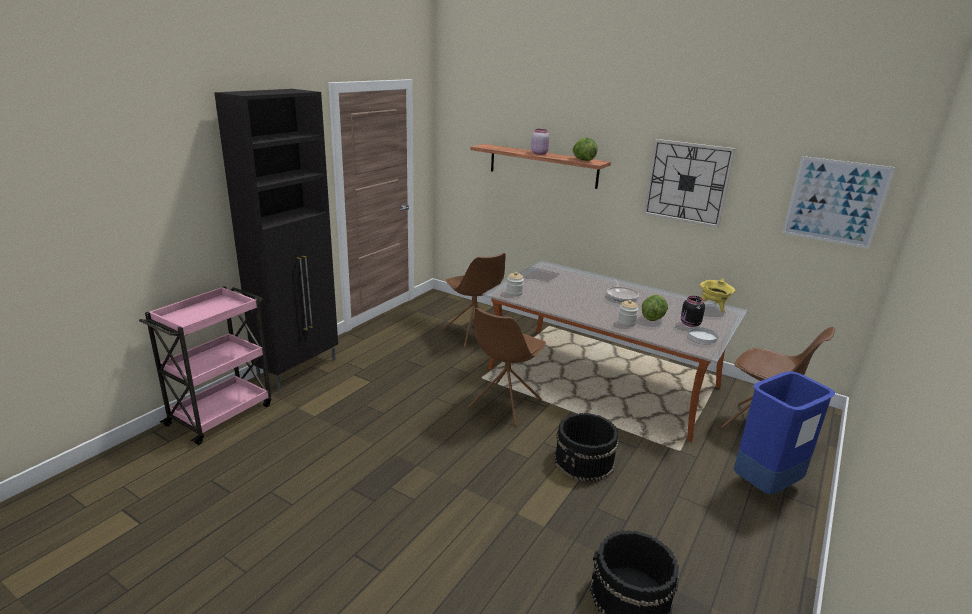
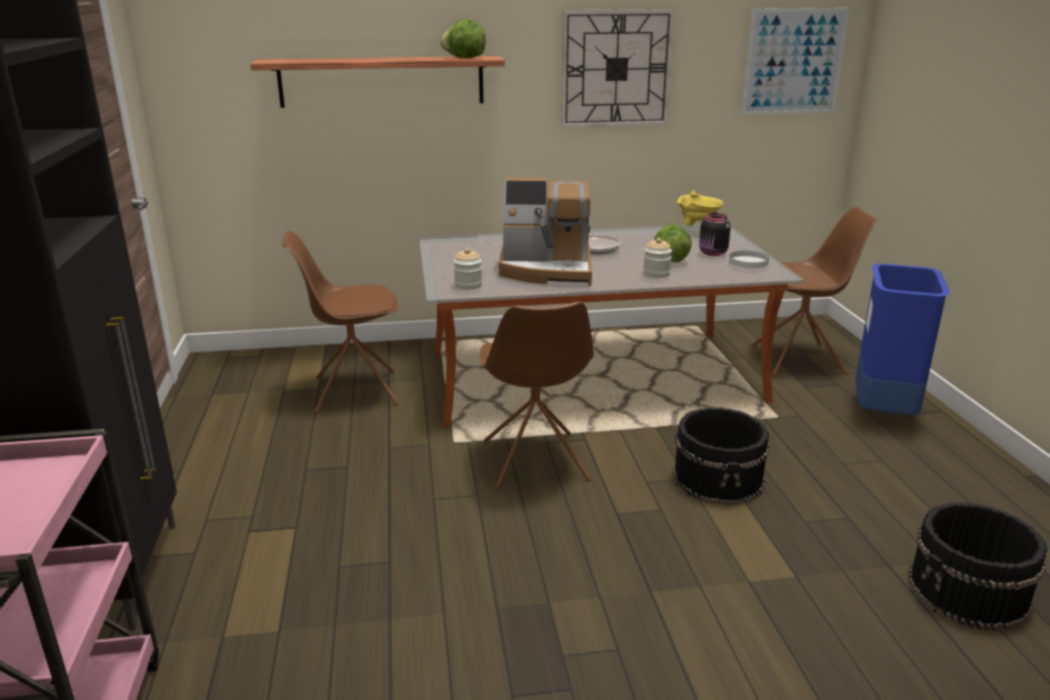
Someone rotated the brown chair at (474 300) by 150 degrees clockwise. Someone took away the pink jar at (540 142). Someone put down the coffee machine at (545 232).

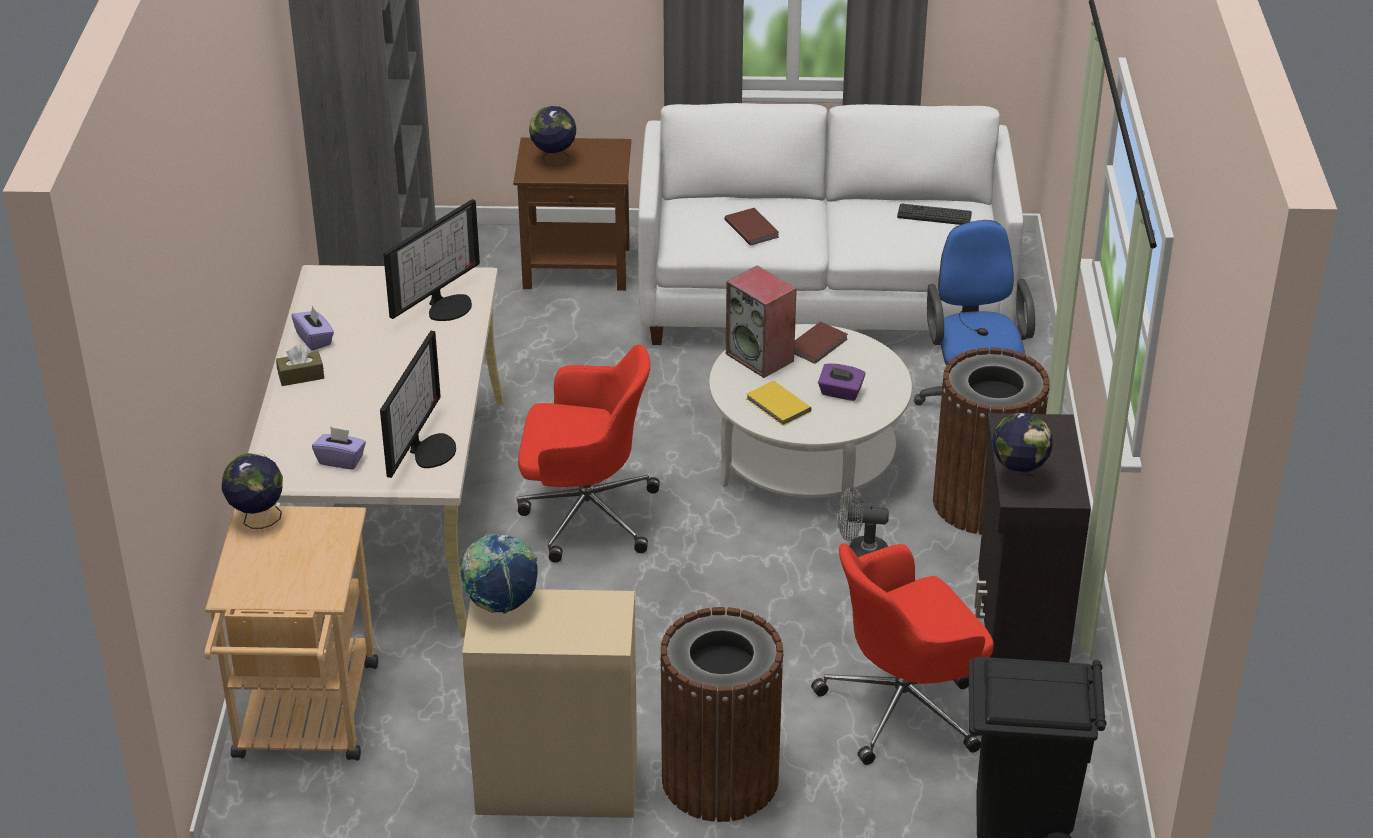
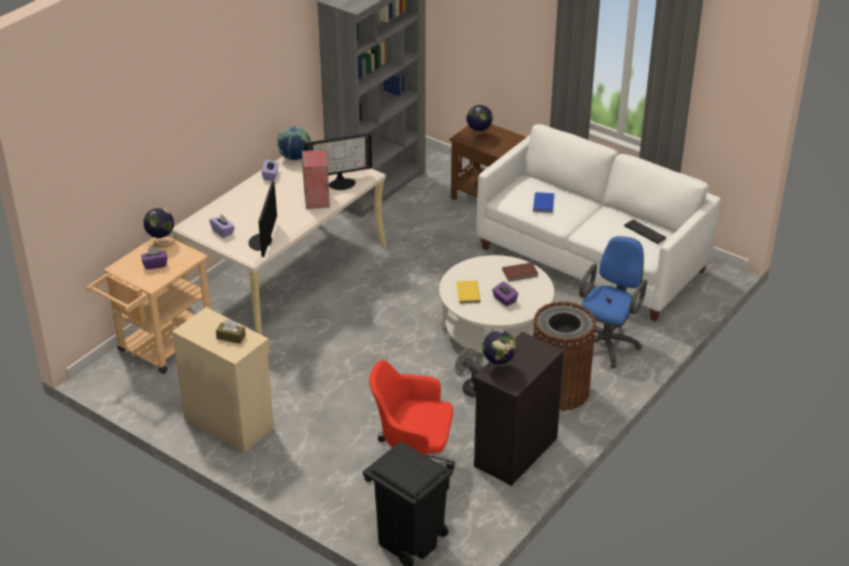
Someone carried the brown tissue box from (300 365) to (231 332). Someone rotated the monitor at (418 404) by 135 degrees clockwise. Someone carried the globe from (499 574) to (294 143). Someone took away the red office chair at (588 453). Someone took away the brown trash can at (721 714). Someone repainted the brown book at (751 227), which became the blue book at (543 202). Someone carried the speaker from (761 321) to (316 179). Someone put down the purple tissue box at (154 258).

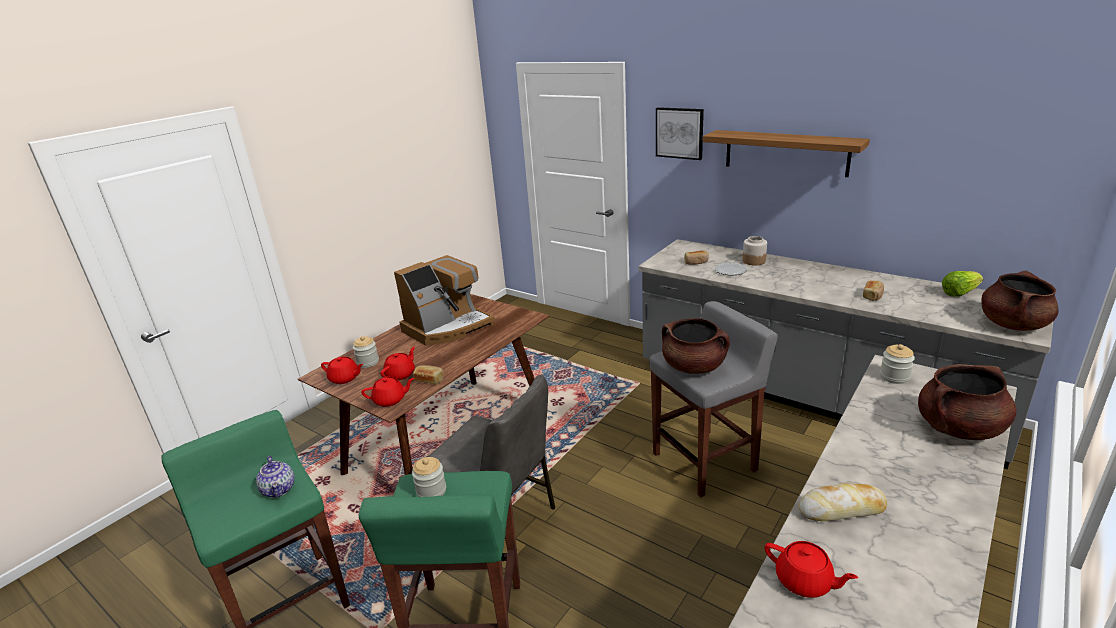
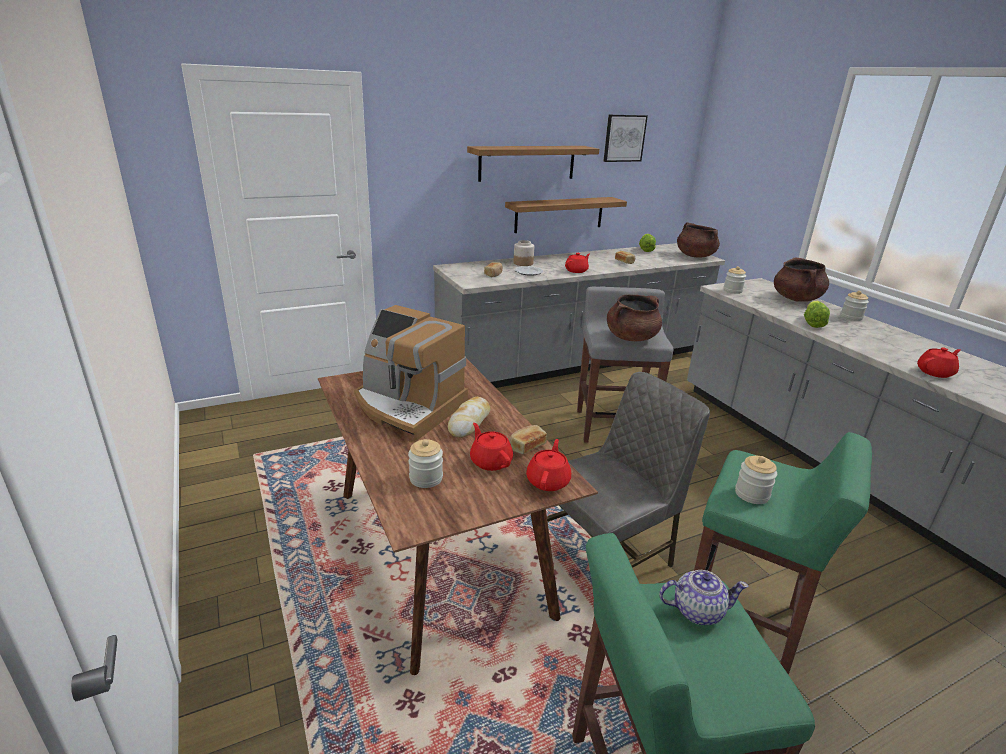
Someone carried the red teapot from (342 370) to (577 263). Someone rotated the coffee machine at (444 300) by 135 degrees clockwise. Someone carried the picture from (680 133) to (625 138). Someone carried the bread from (843 502) to (469 417). Someone put up the shelf at (566 215). Someone put down the lettuce at (817 314). Someone put down the jar at (854 306).

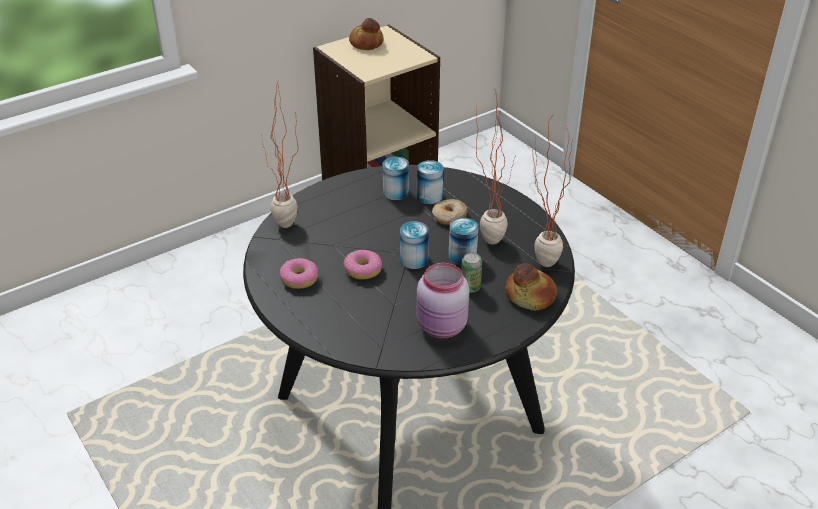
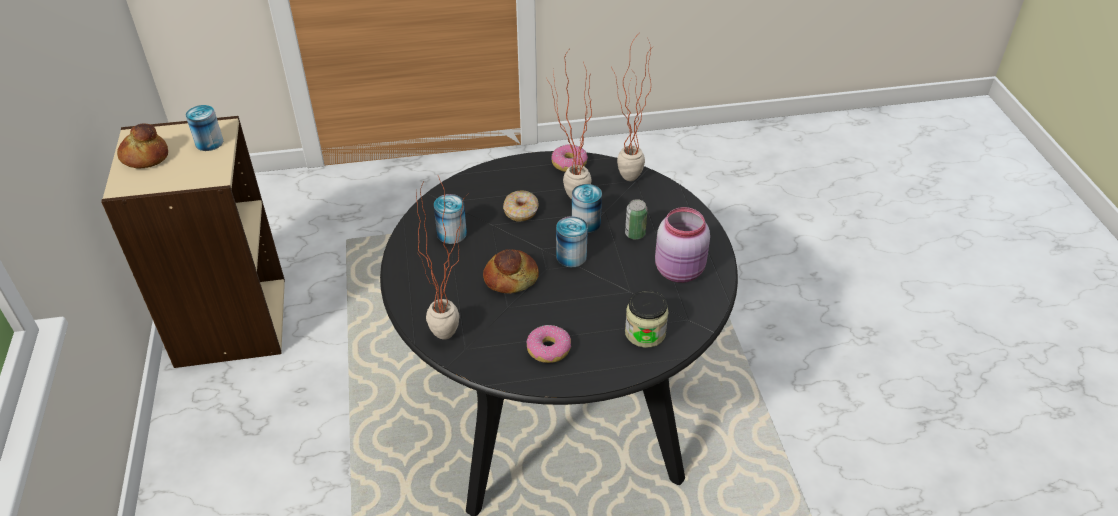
Someone carried the donut from (362 265) to (569 158). Someone carried the can from (430 182) to (204 128). Someone carried the bread from (531 287) to (511 271). Someone put down the jar at (647 319).

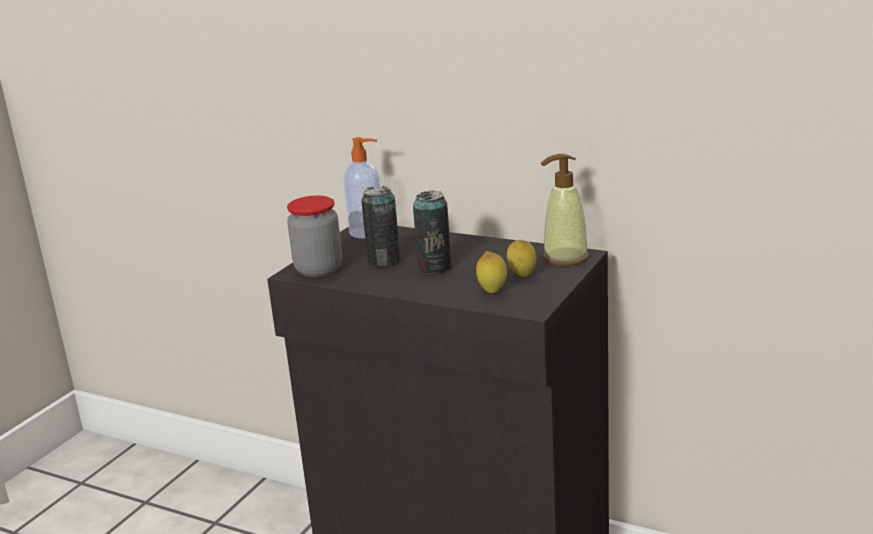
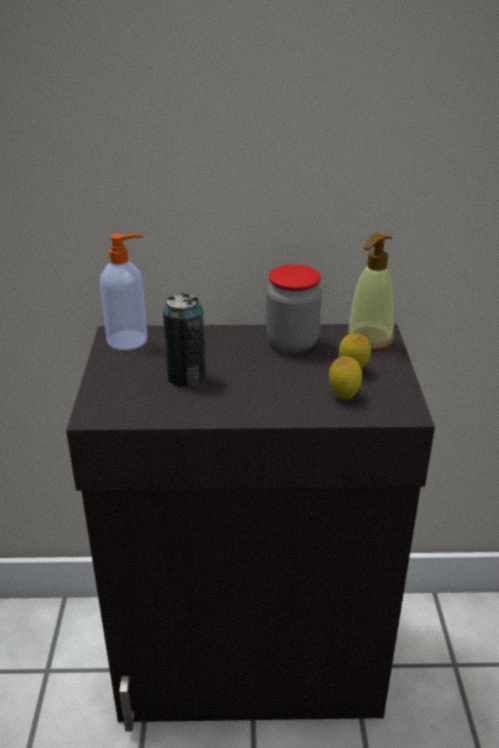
Someone carried the jar from (314 236) to (294 309). Someone took away the can at (432 232).

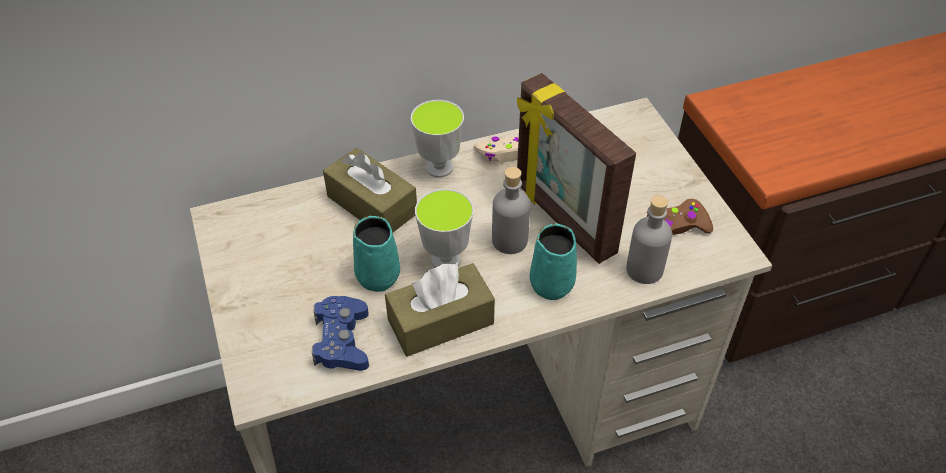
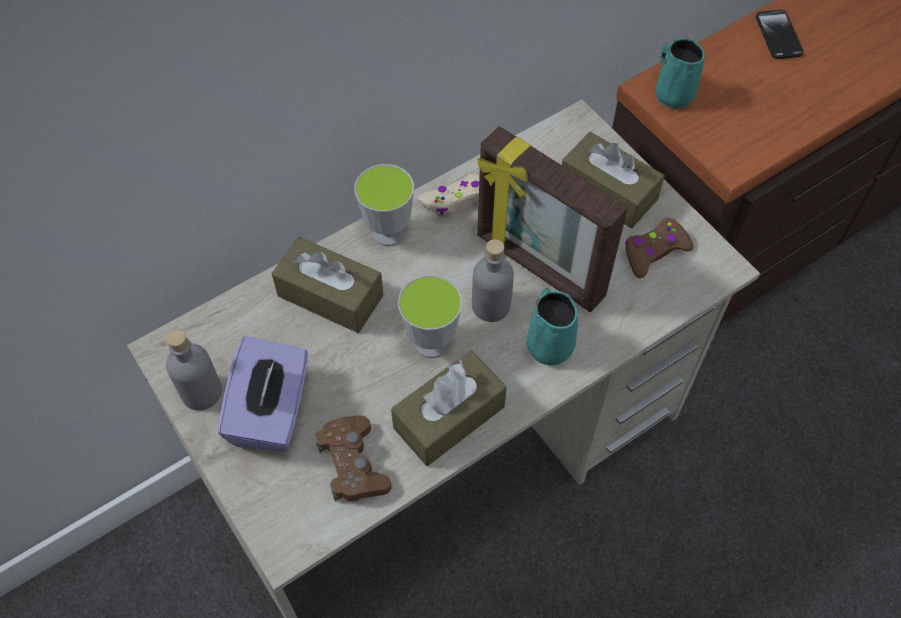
Someone repainted the blue game controller at (340 333), which became the brown game controller at (353 458). Someone carried the turquoise mug from (376 254) to (680 73). Someone carried the grey bottle from (649 239) to (194 369). Someone put down the purple tissue box at (263 394). Someone put down the brown tissue box at (613 180). Someone put down the phone at (779 34).

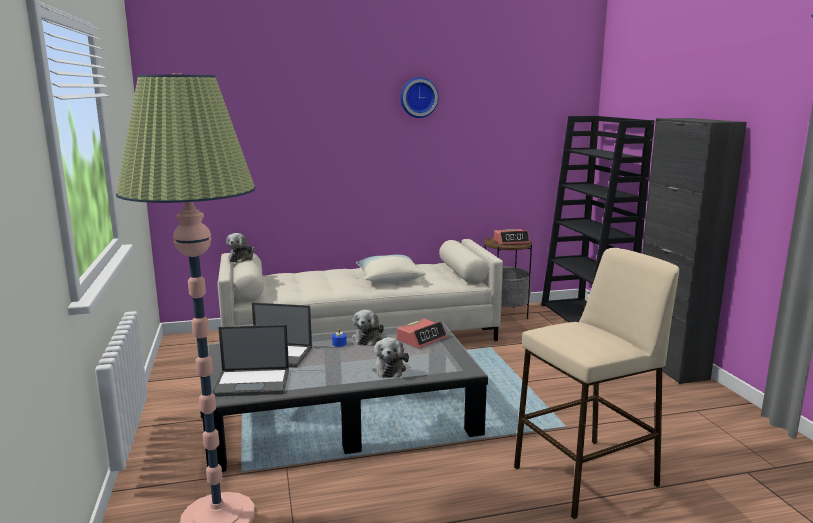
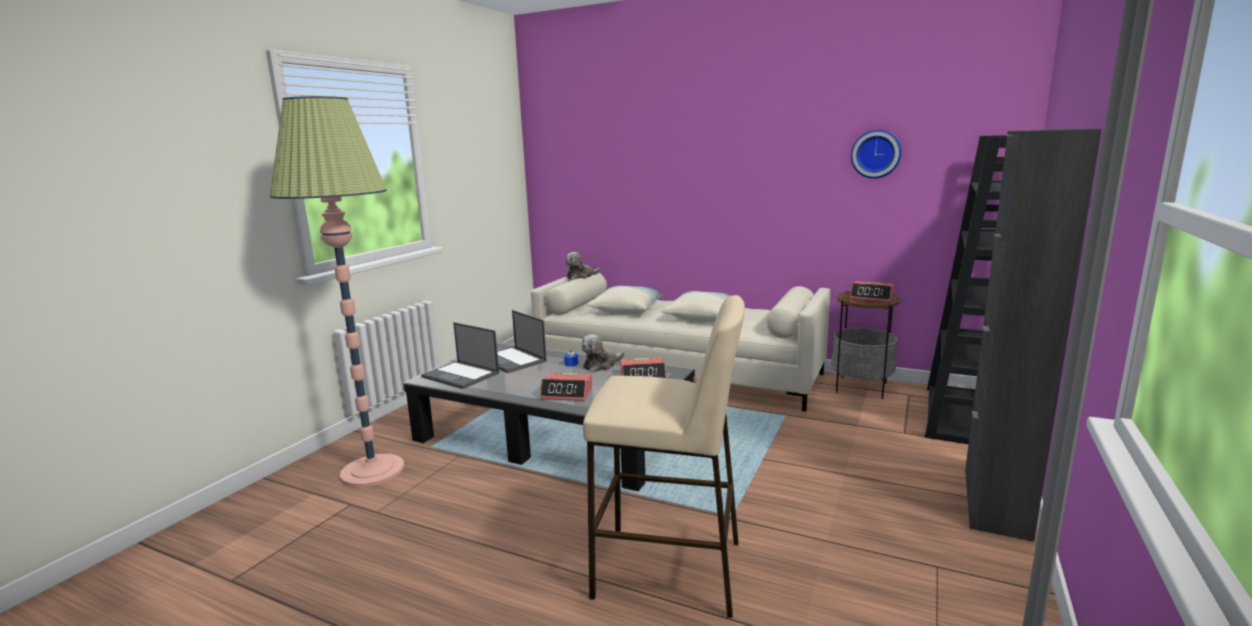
Someone swapped the plush toy at (390 357) for the alarm clock at (566 387). Someone carried the wall clock from (419 97) to (876 154). Someone put down the pillow at (625 300).

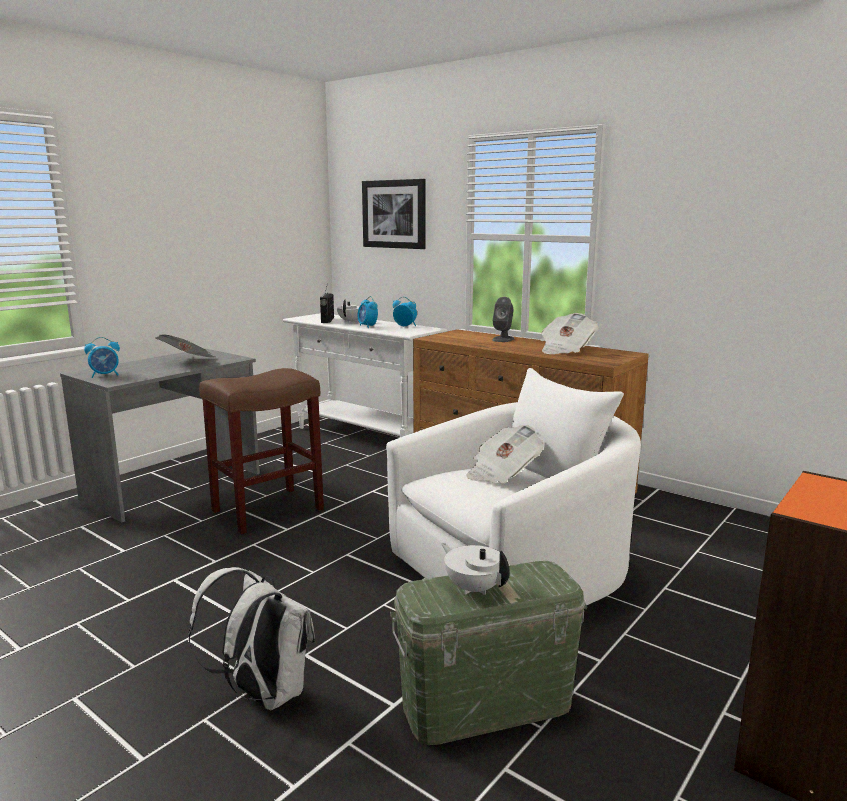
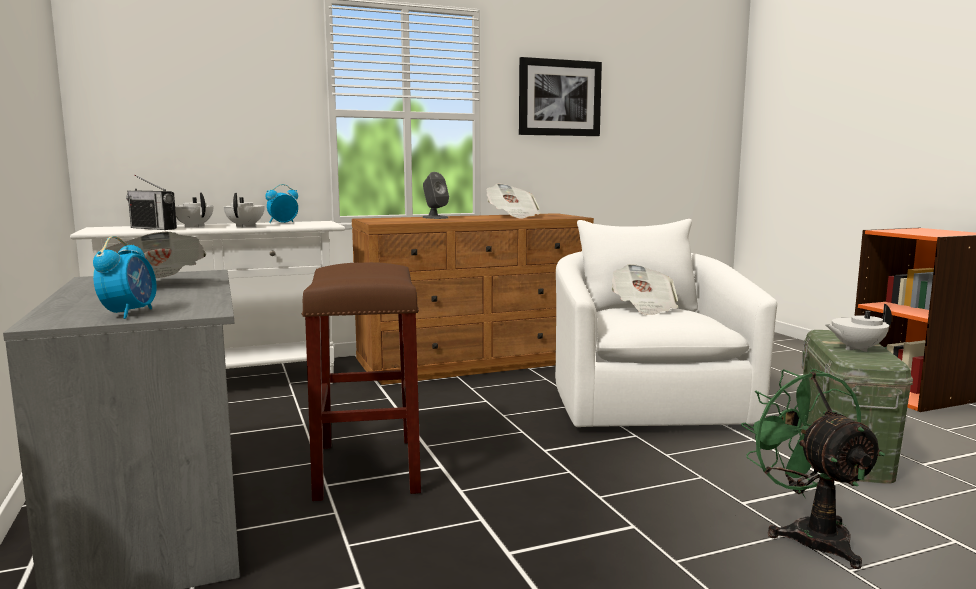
Someone swapped the white backpack at (251 639) for the green fan at (813 469). Someone swapped the alarm clock at (368 312) for the white teapot at (243 210). Someone carried the picture from (393 214) to (560 96).

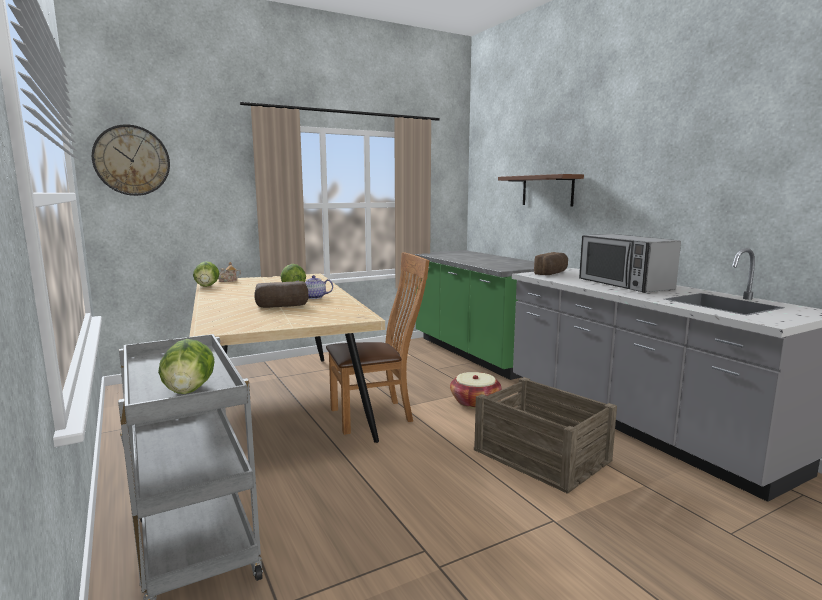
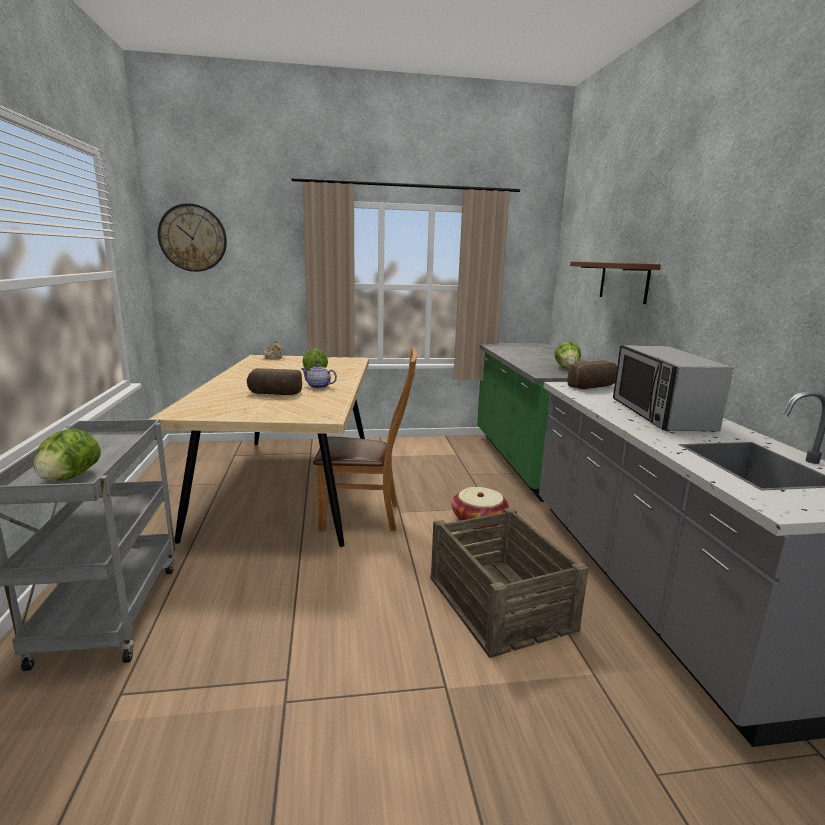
Someone carried the lettuce from (206 274) to (567 355).

